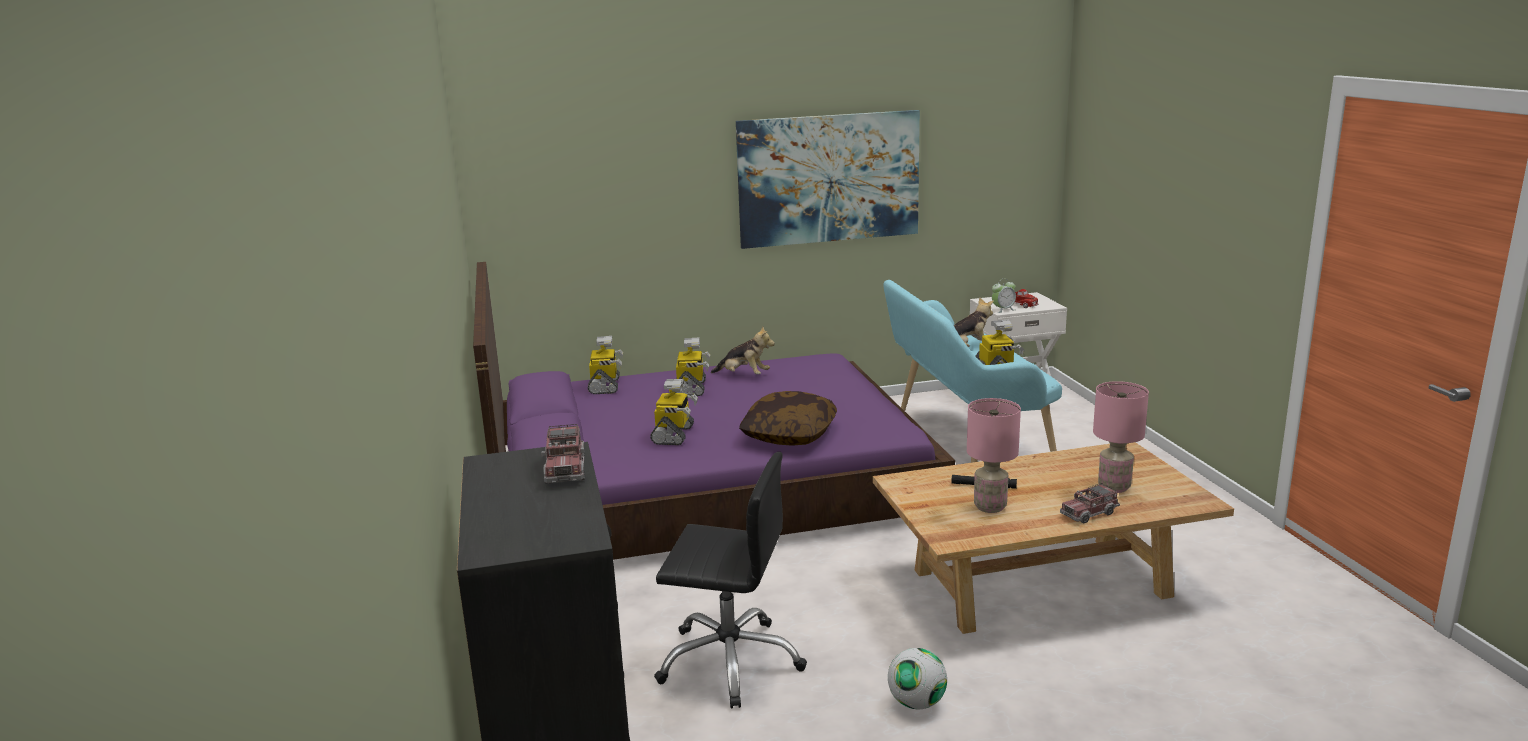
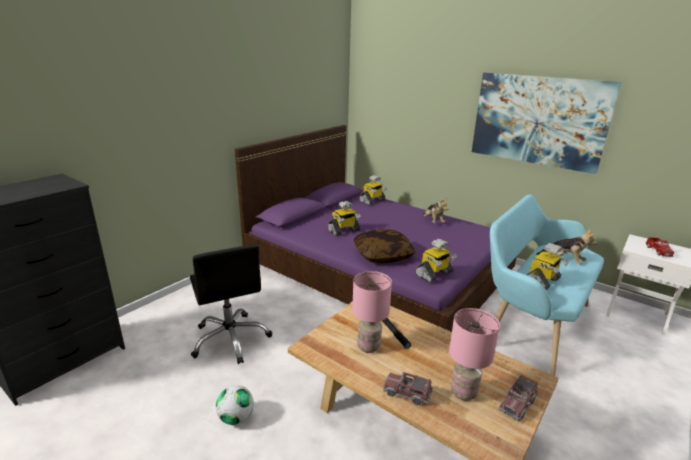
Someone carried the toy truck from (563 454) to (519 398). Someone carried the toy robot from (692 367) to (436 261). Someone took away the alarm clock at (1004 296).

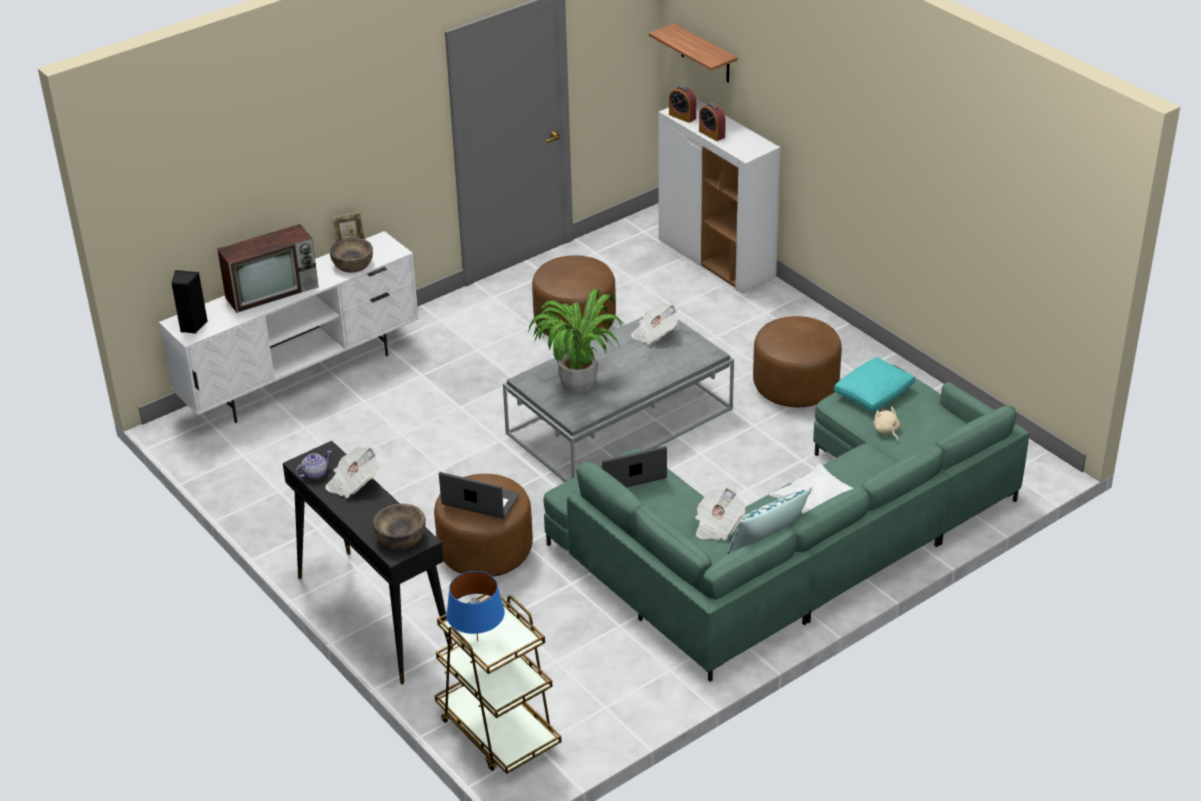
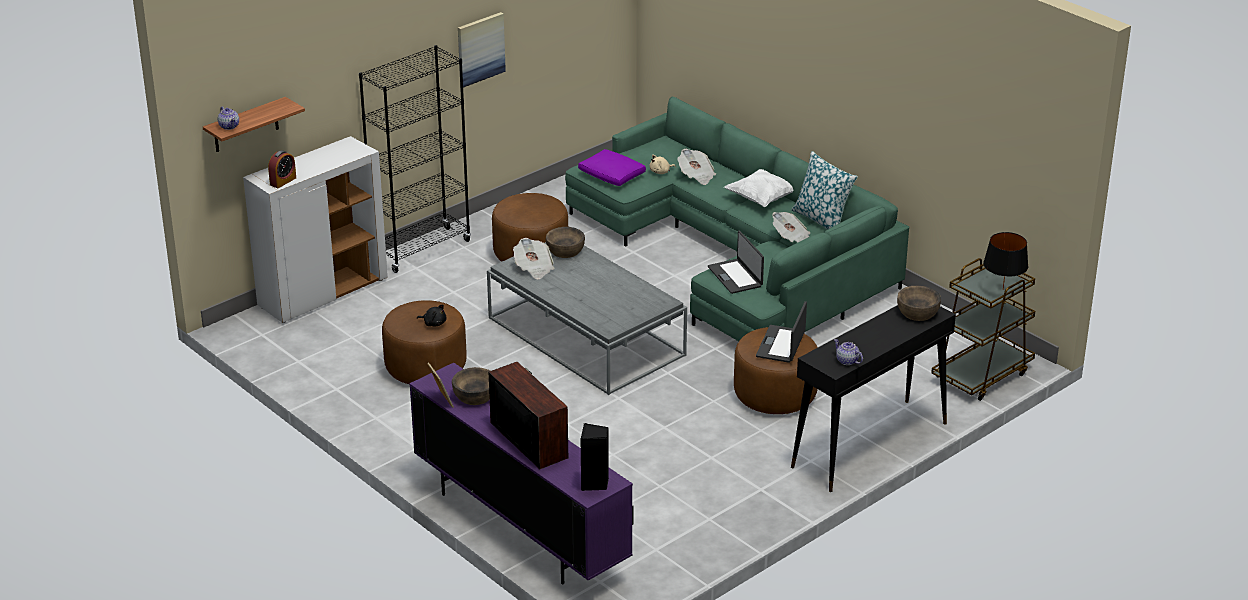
Someone repainted the white tv stand at (289 327), which became the purple tv stand at (521 474). Someone carried the newspaper from (351 472) to (696 167). Someone repainted the blue table lamp at (475 606), which became the black table lamp at (1005 260). Someone took away the potted plant at (576 341). Someone took away the alarm clock at (712 122). Someone repainted the turquoise pillow at (874 384), which became the purple pillow at (612 167). Someone put down the teapot at (228 118). Someone put down the black bookcase at (415 159). Someone put down the black plush toy at (431 315). Someone put up the picture at (482 50). Someone put down the brown bowl at (565 242).

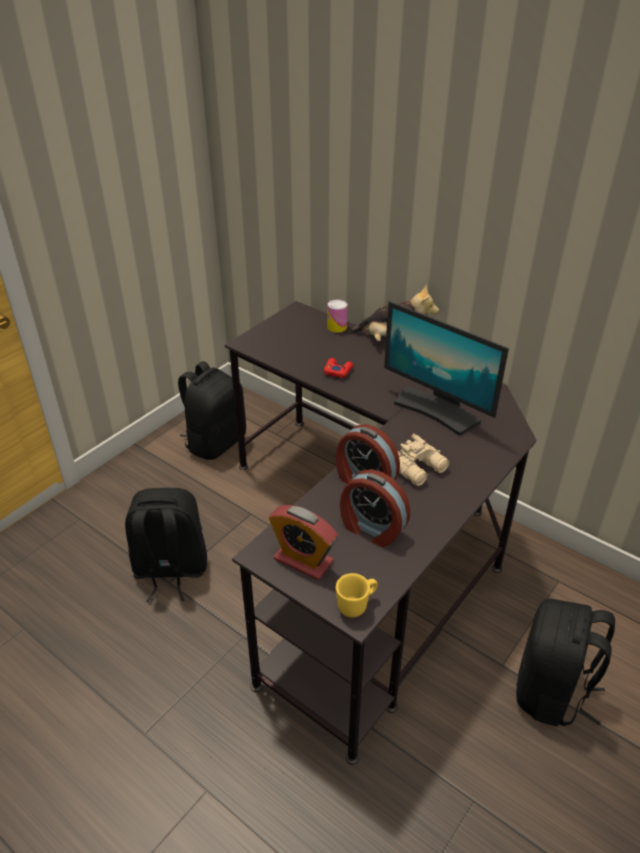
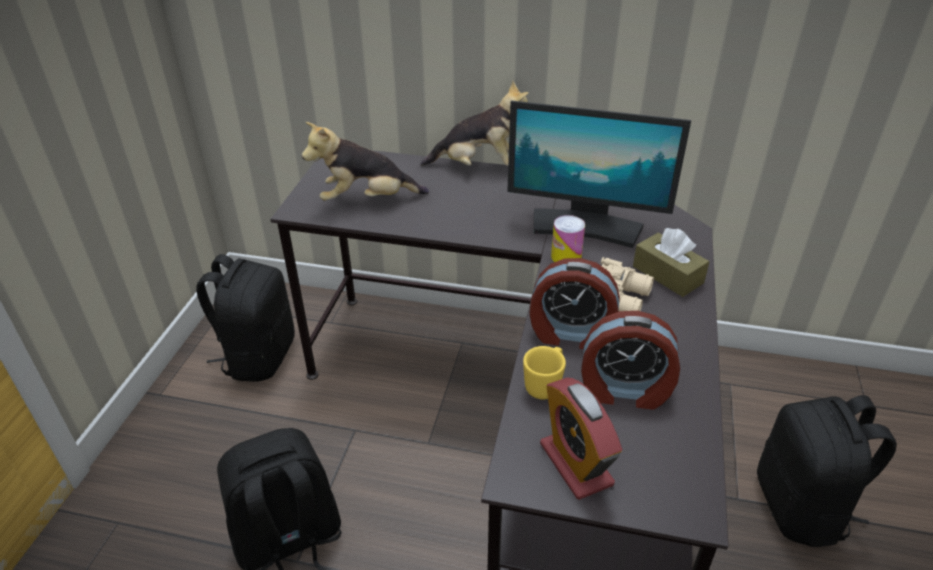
Someone rotated the alarm clock at (303 542) by 60 degrees clockwise. Someone took away the red game controller at (338 368). Someone carried the can from (337 316) to (568 238). Someone carried the yellow mug from (357 595) to (544 373). Someone put down the plush toy at (365 161). Someone put down the brown tissue box at (671 262).

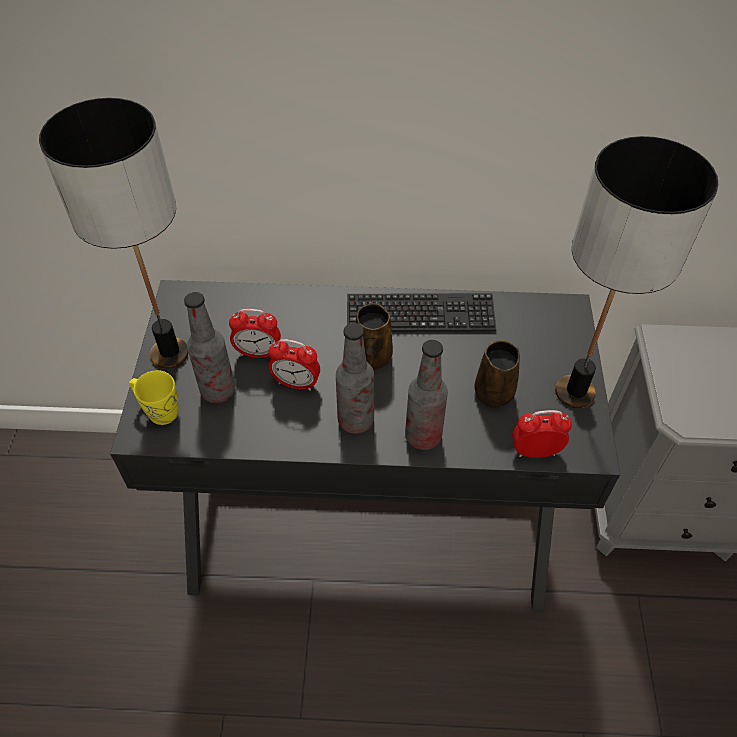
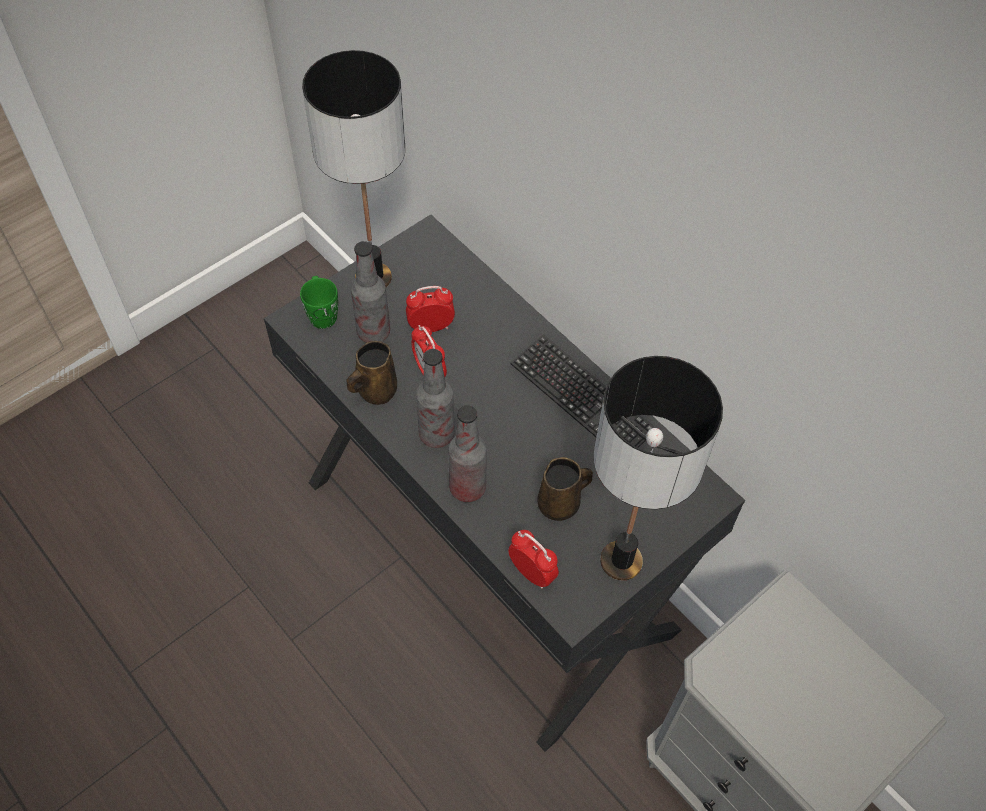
Someone repainted the yellow mug at (154 397), which became the green mug at (319 302). Someone rotated the alarm clock at (255 333) by 120 degrees clockwise. Someone carried the brown mug from (374 336) to (371 373).

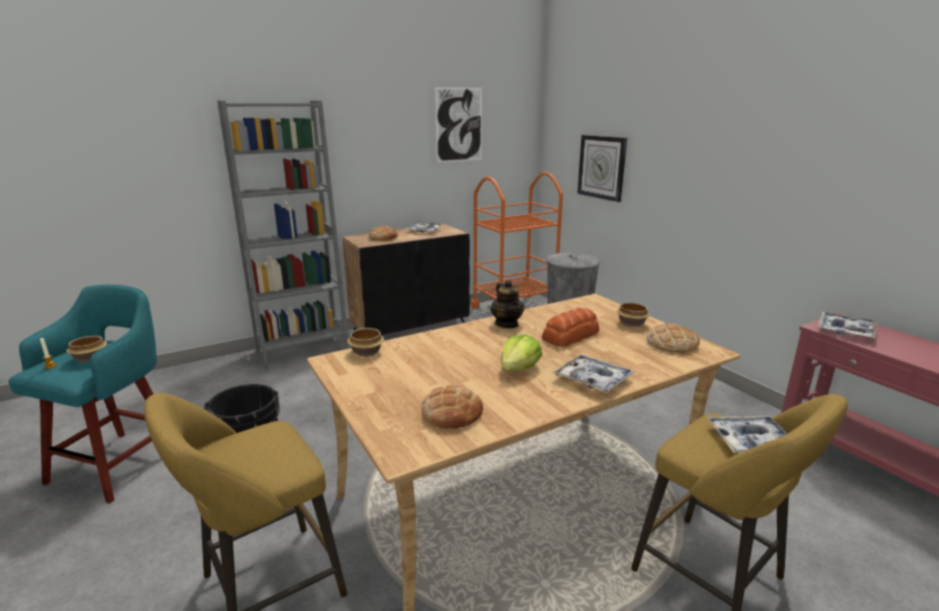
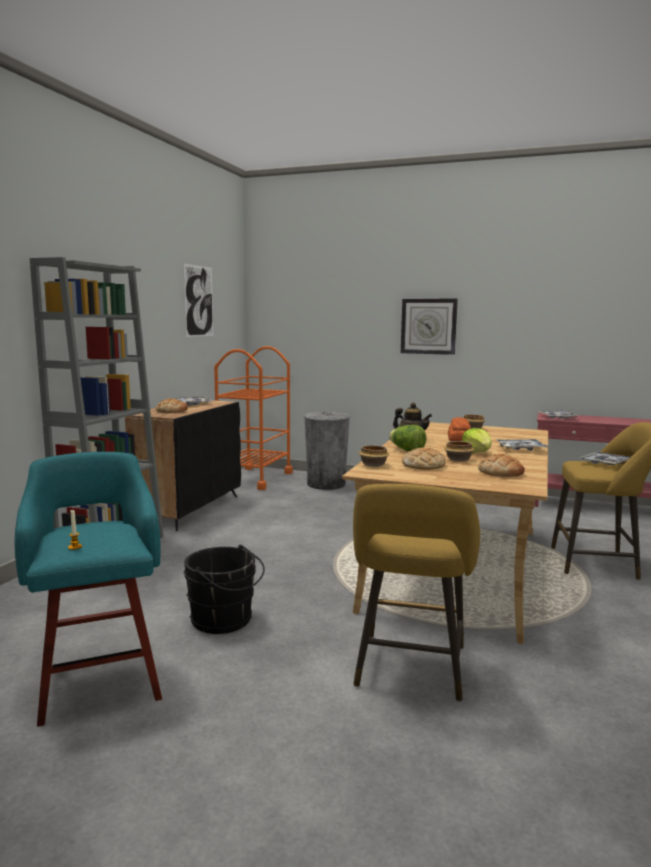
Someone carried the bowl from (86 349) to (459 451). Someone carried the wall clock from (602 168) to (429 327). Someone carried the bread from (673 337) to (424 459). Someone put down the lettuce at (407 438).

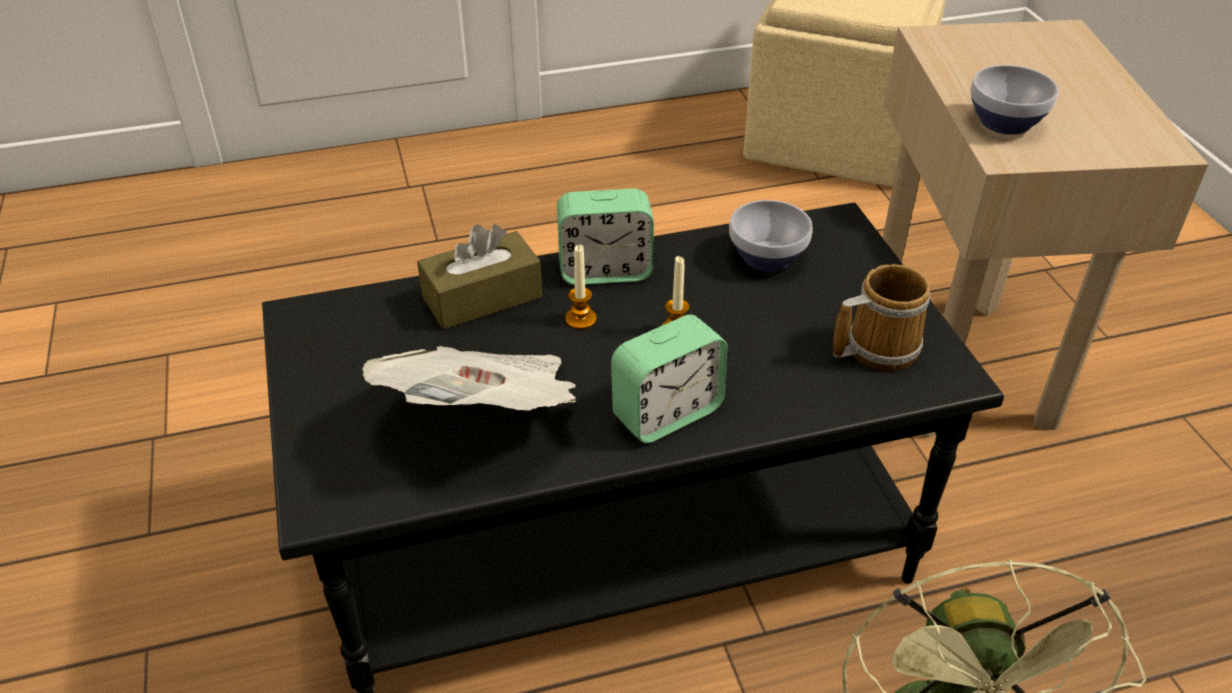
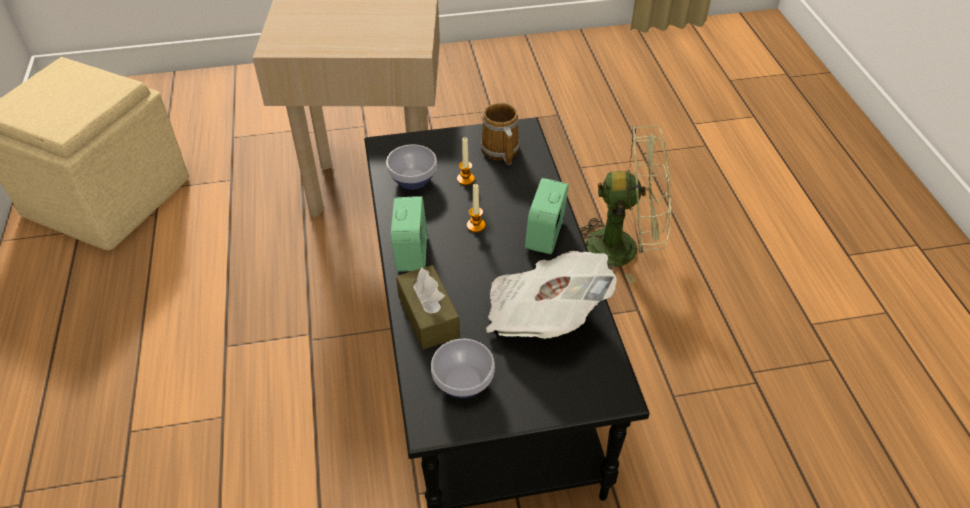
Someone carried the candle from (580 287) to (466 161). Someone rotated the alarm clock at (669 379) by 135 degrees counterclockwise. Someone carried the bowl from (1014 100) to (463 368).

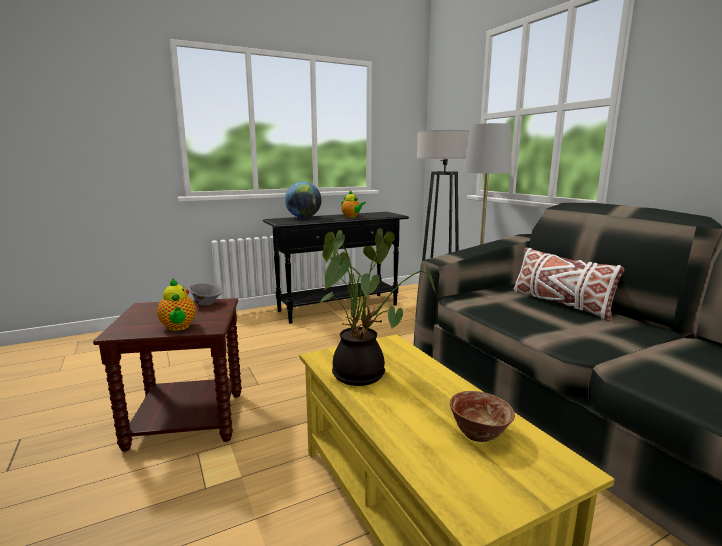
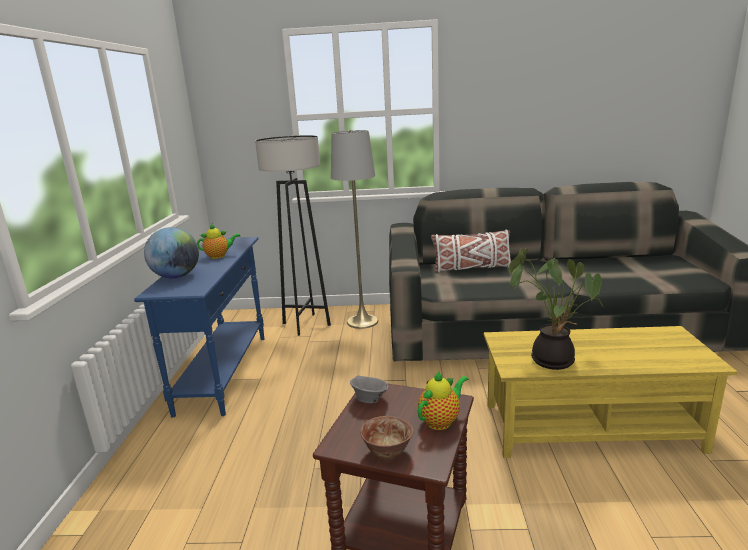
Someone rotated the teapot at (176 304) by 45 degrees counterclockwise. Someone repainted the black console table at (336 268), which became the blue console table at (199 327). Someone carried the bowl from (482 416) to (387 438).

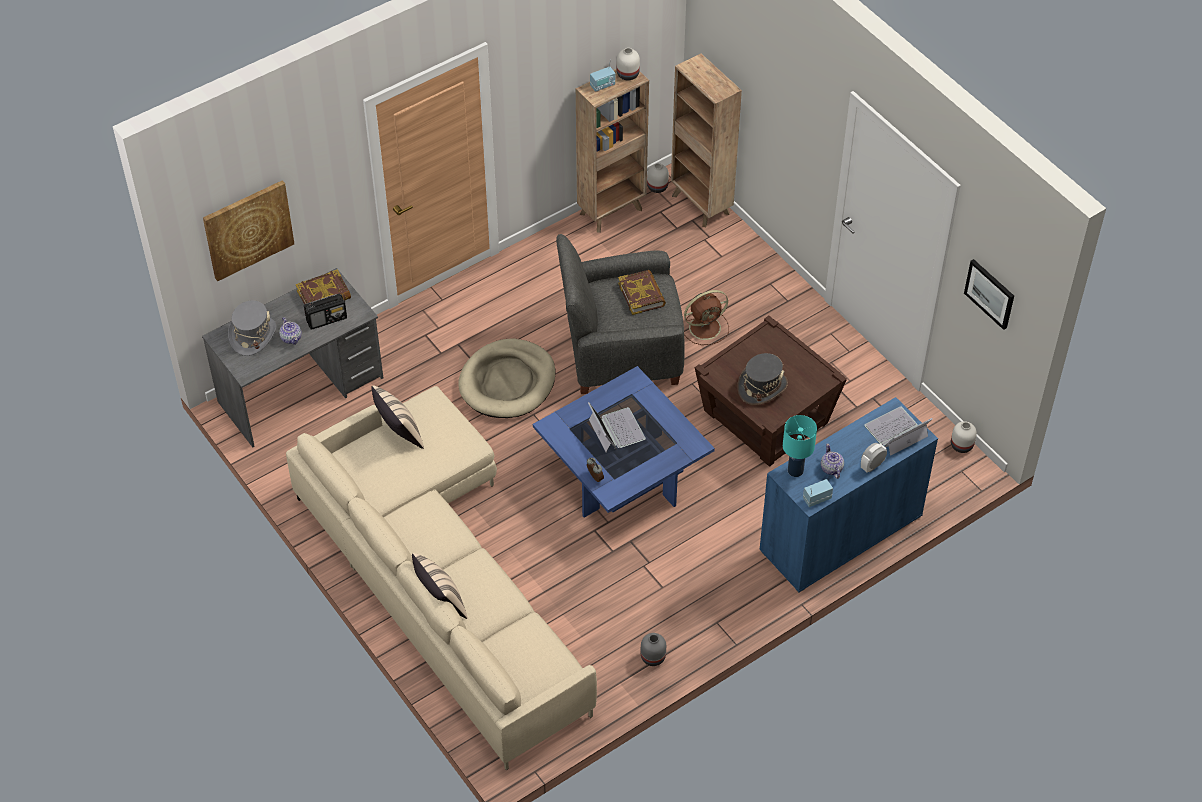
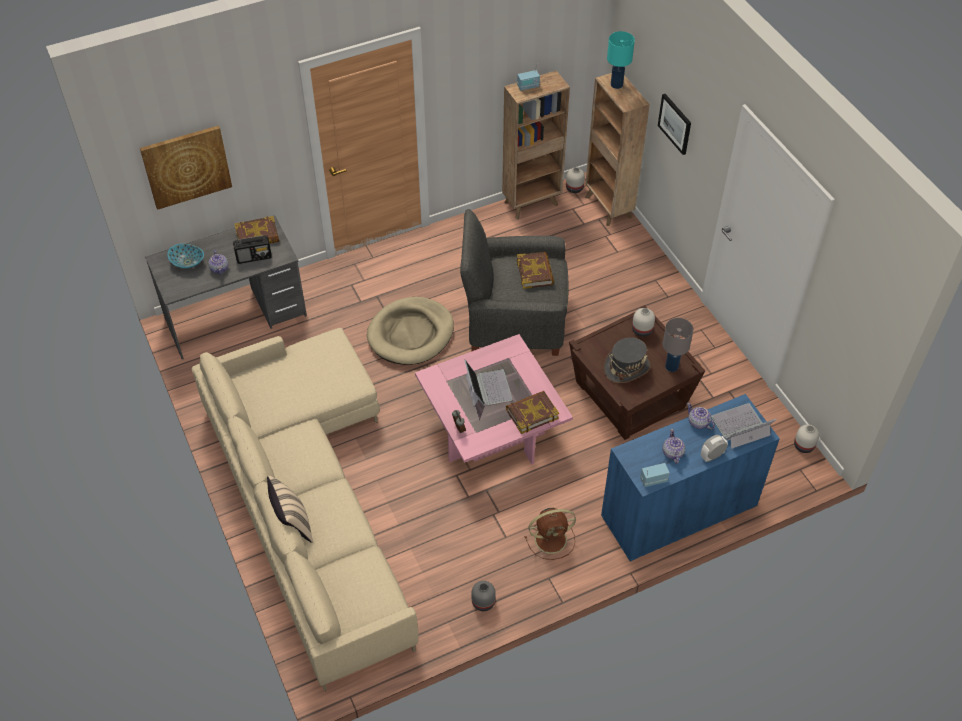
Someone swapped the grey hat at (252 328) for the bowl at (185 256). Someone took away the beige pillow at (397 417). Someone repainted the blue coffee table at (624 442), which became the pink coffee table at (494 399). Someone carried the white vase from (628 64) to (643 322). Someone carried the brown fan from (706 317) to (550 534). Someone carried the turquoise table lamp from (800 446) to (621 60). Someone carried the picture from (989 294) to (674 124). Someone put down the book at (532 412). Someone put down the grey table lamp at (678 345). Someone put down the teapot at (701 416).

